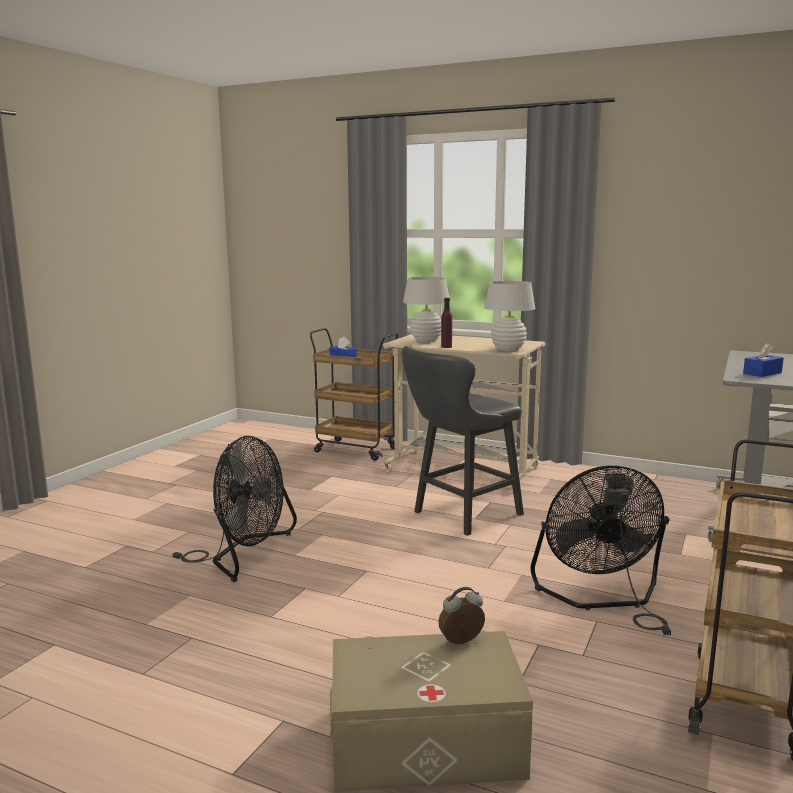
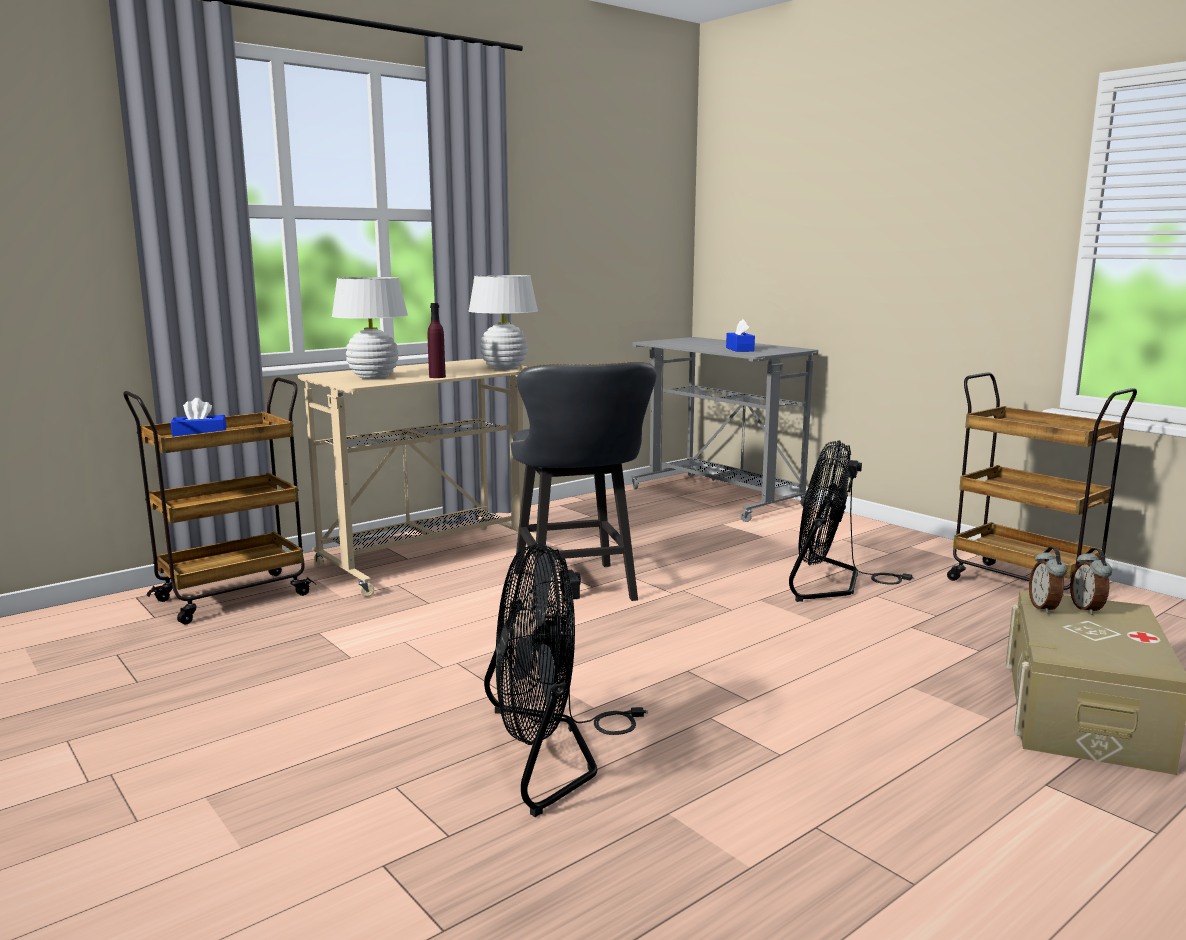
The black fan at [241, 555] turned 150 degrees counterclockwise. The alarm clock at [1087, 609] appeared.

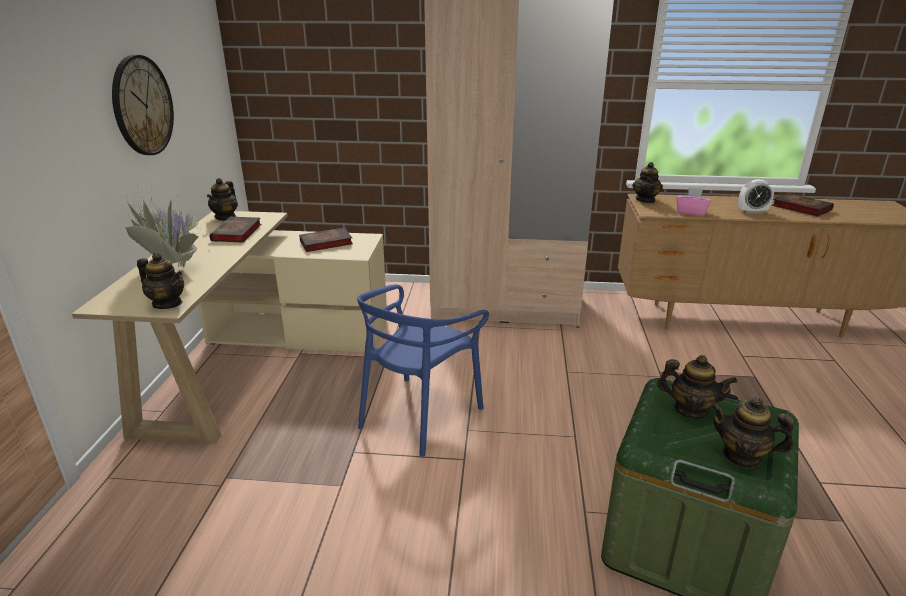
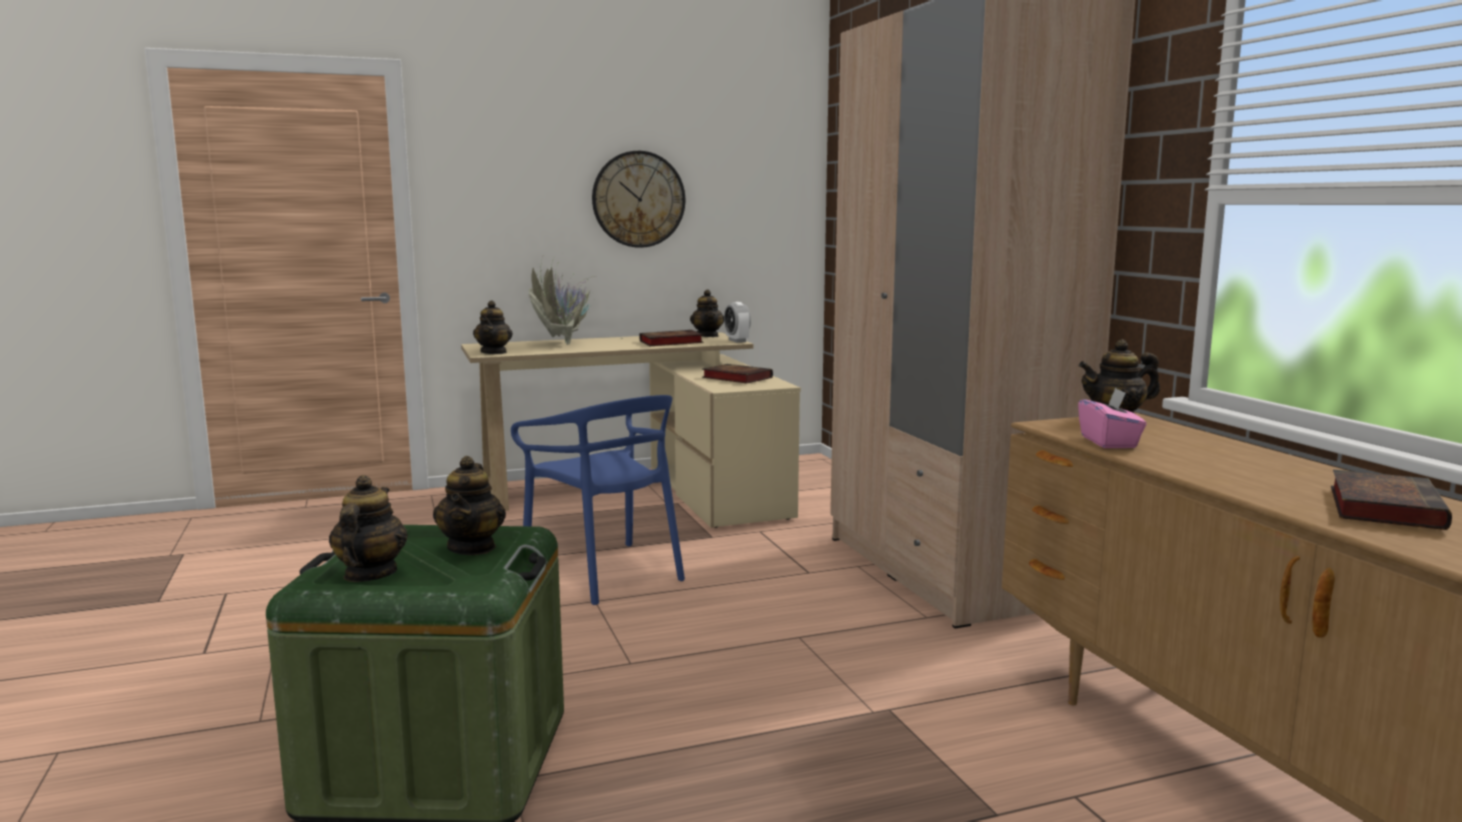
The teapot at [226, 217] turned 90 degrees counterclockwise. The blue chair at [419, 415] turned 135 degrees counterclockwise. The alarm clock moved from [752, 212] to [737, 341].

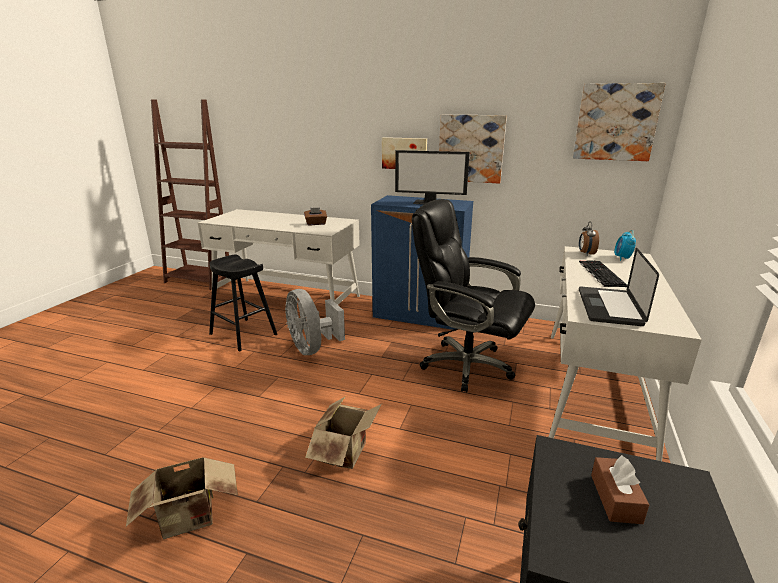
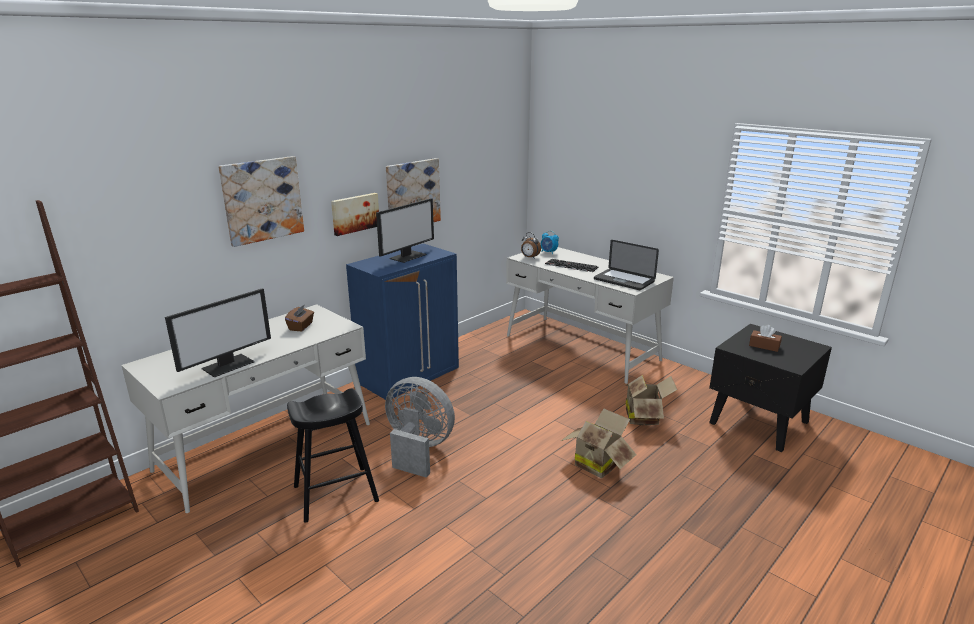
The cardboard box moved from [190, 519] to [644, 417]. The grey fan at [312, 348] turned 150 degrees counterclockwise. The black office chair at [469, 366] disappeared. The picture moved from [616, 122] to [262, 200]. The monitor at [228, 365] appeared.

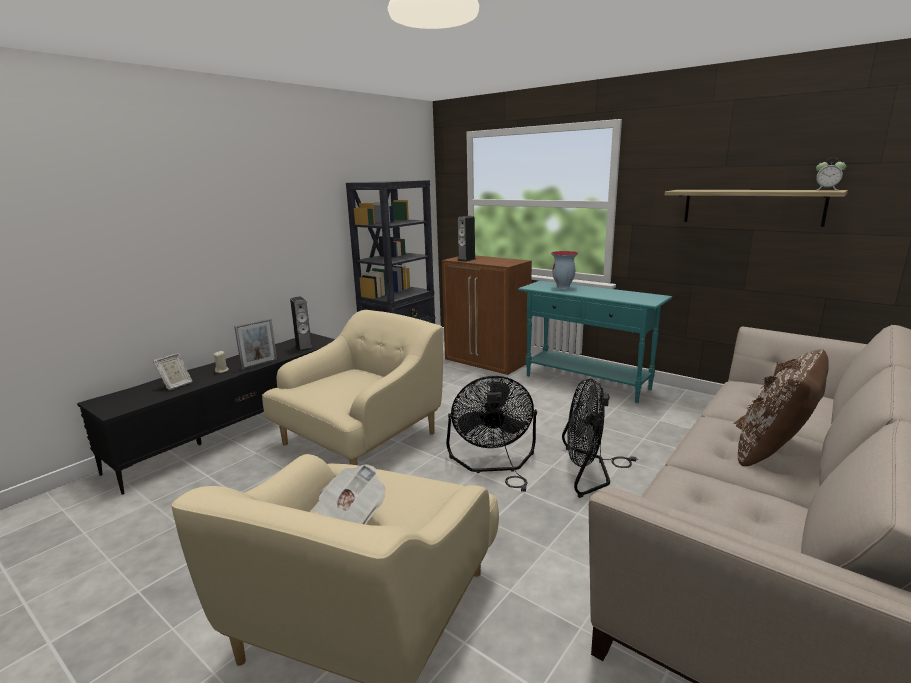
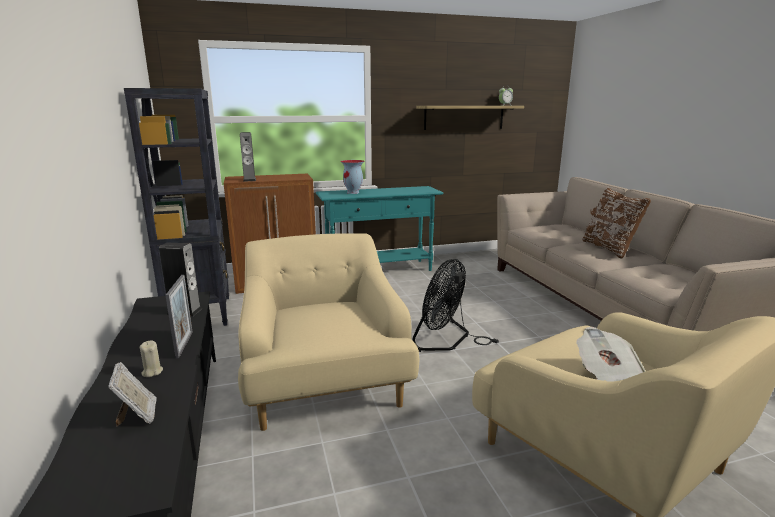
The black fan at [591, 469] disappeared.

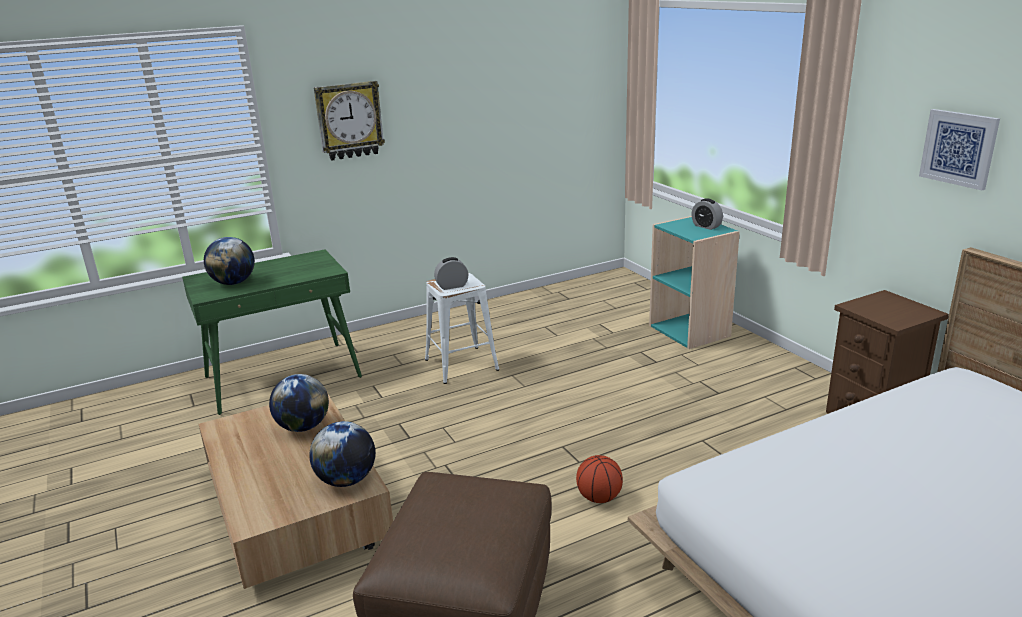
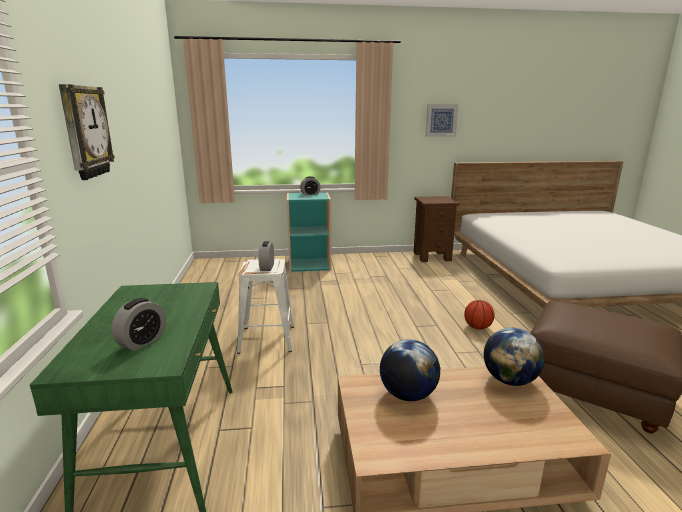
The globe at [233, 283] was replaced by the alarm clock at [142, 342].

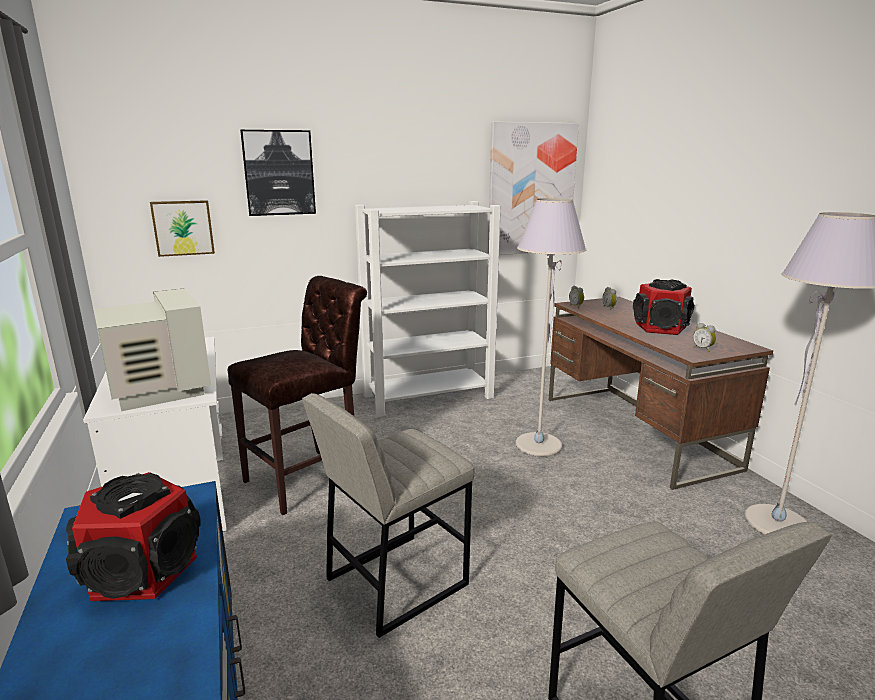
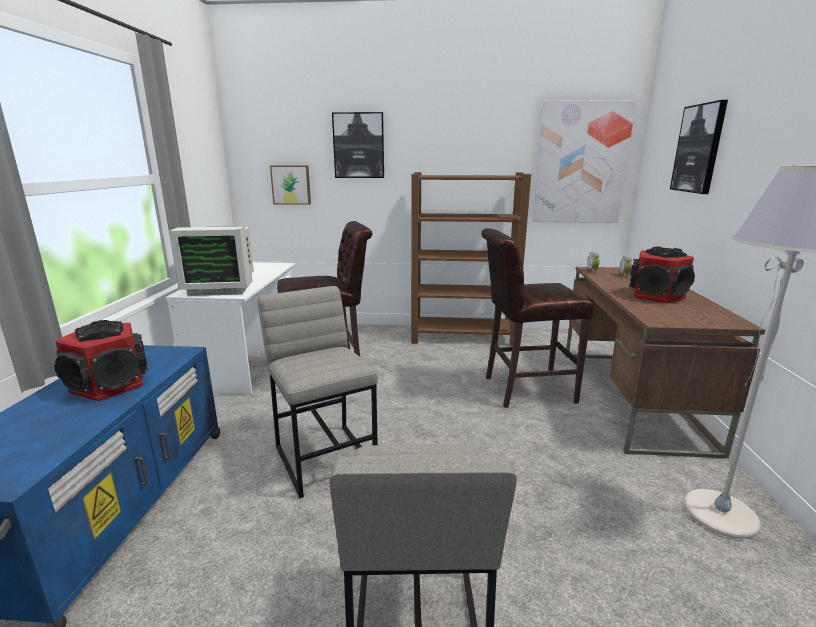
The monitor at [158, 390] turned 90 degrees clockwise. The grey chair at [394, 583] turned 75 degrees clockwise. The white bookcase at [428, 396] became the brown bookcase at [462, 336]. The grey floor lamp at [538, 445] was replaced by the brown stool at [523, 389]. The alarm clock at [703, 349] disappeared. The picture at [698, 148] appeared.

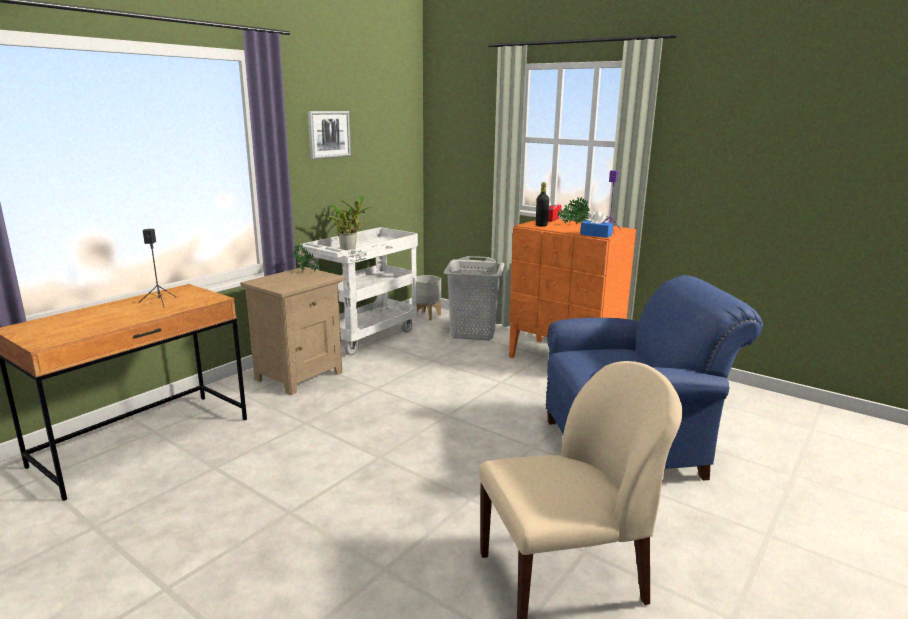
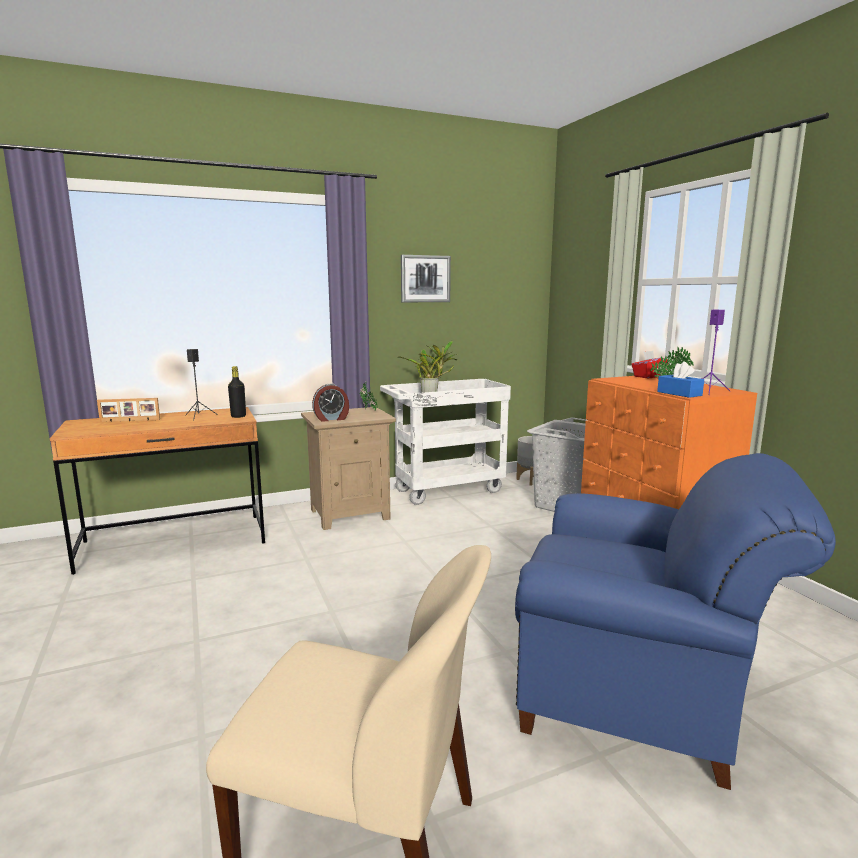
The black bottle moved from [541, 225] to [238, 416]. The picture frame at [130, 421] appeared. The alarm clock at [331, 419] appeared.

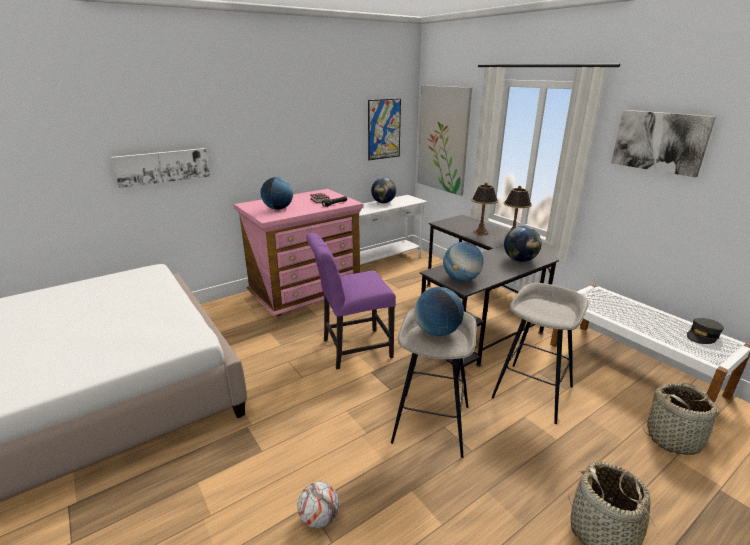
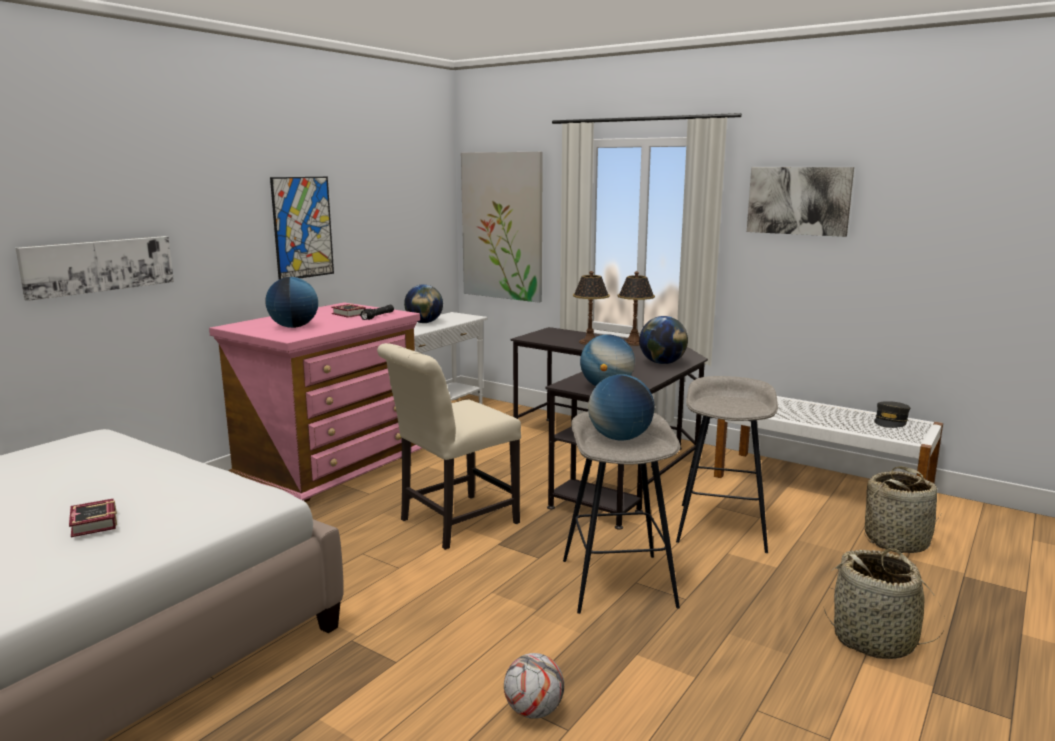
The purple chair at [352, 349] became the beige chair at [452, 523]. The picture moved from [384, 129] to [303, 227]. The book at [92, 524] appeared.

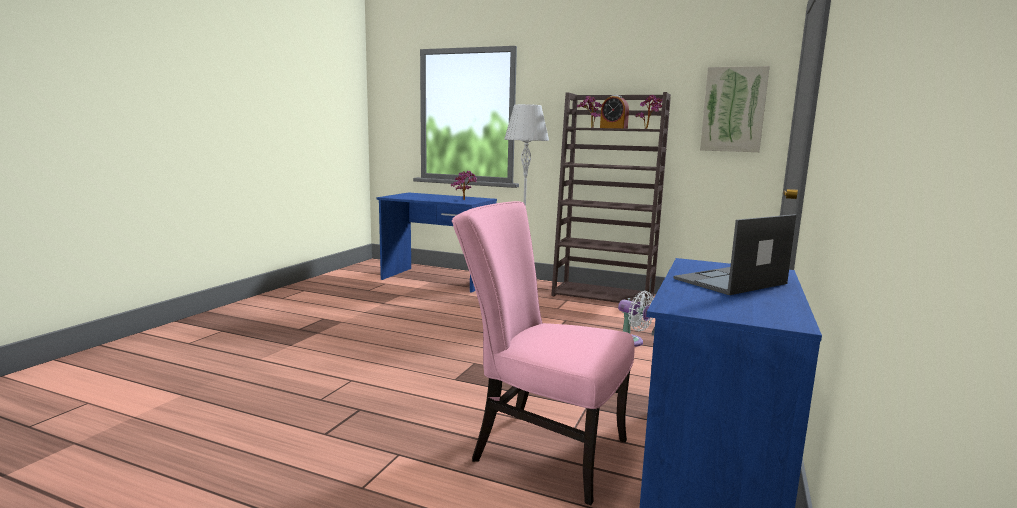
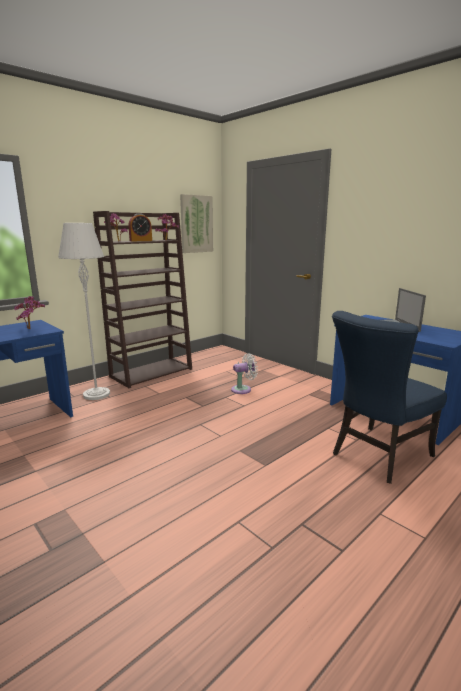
The pink chair at [540, 449] became the blue chair at [377, 456].

